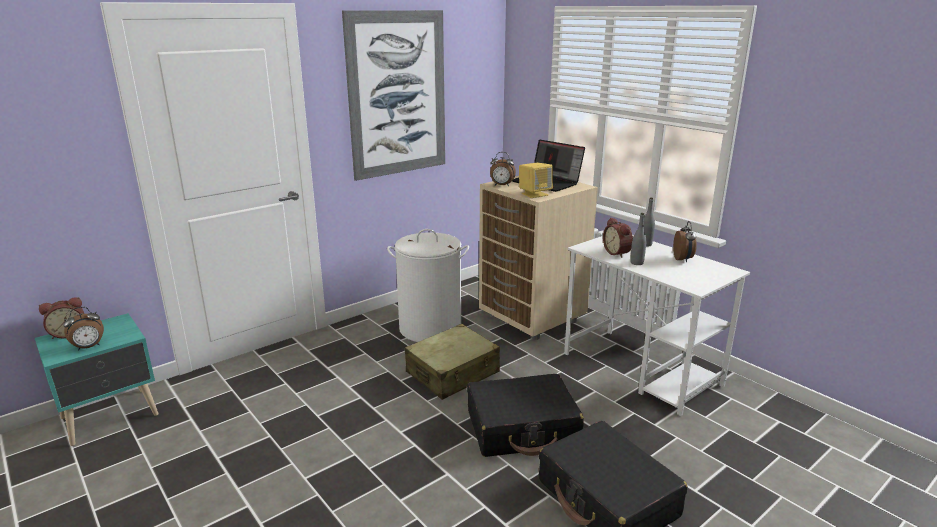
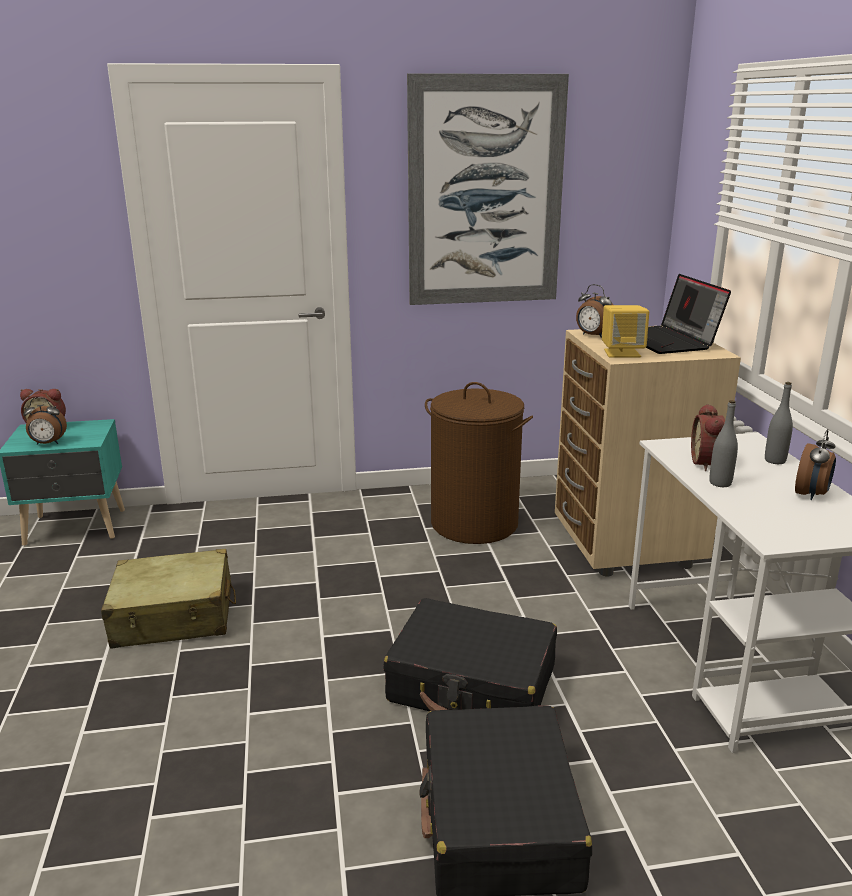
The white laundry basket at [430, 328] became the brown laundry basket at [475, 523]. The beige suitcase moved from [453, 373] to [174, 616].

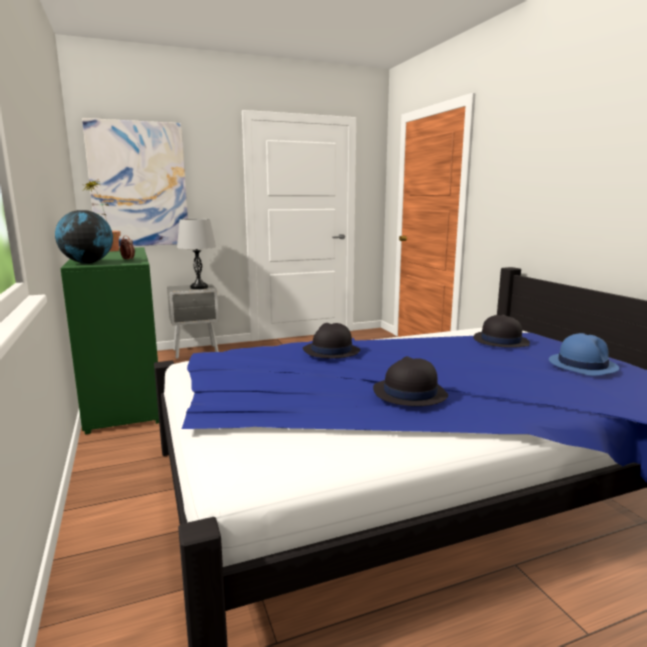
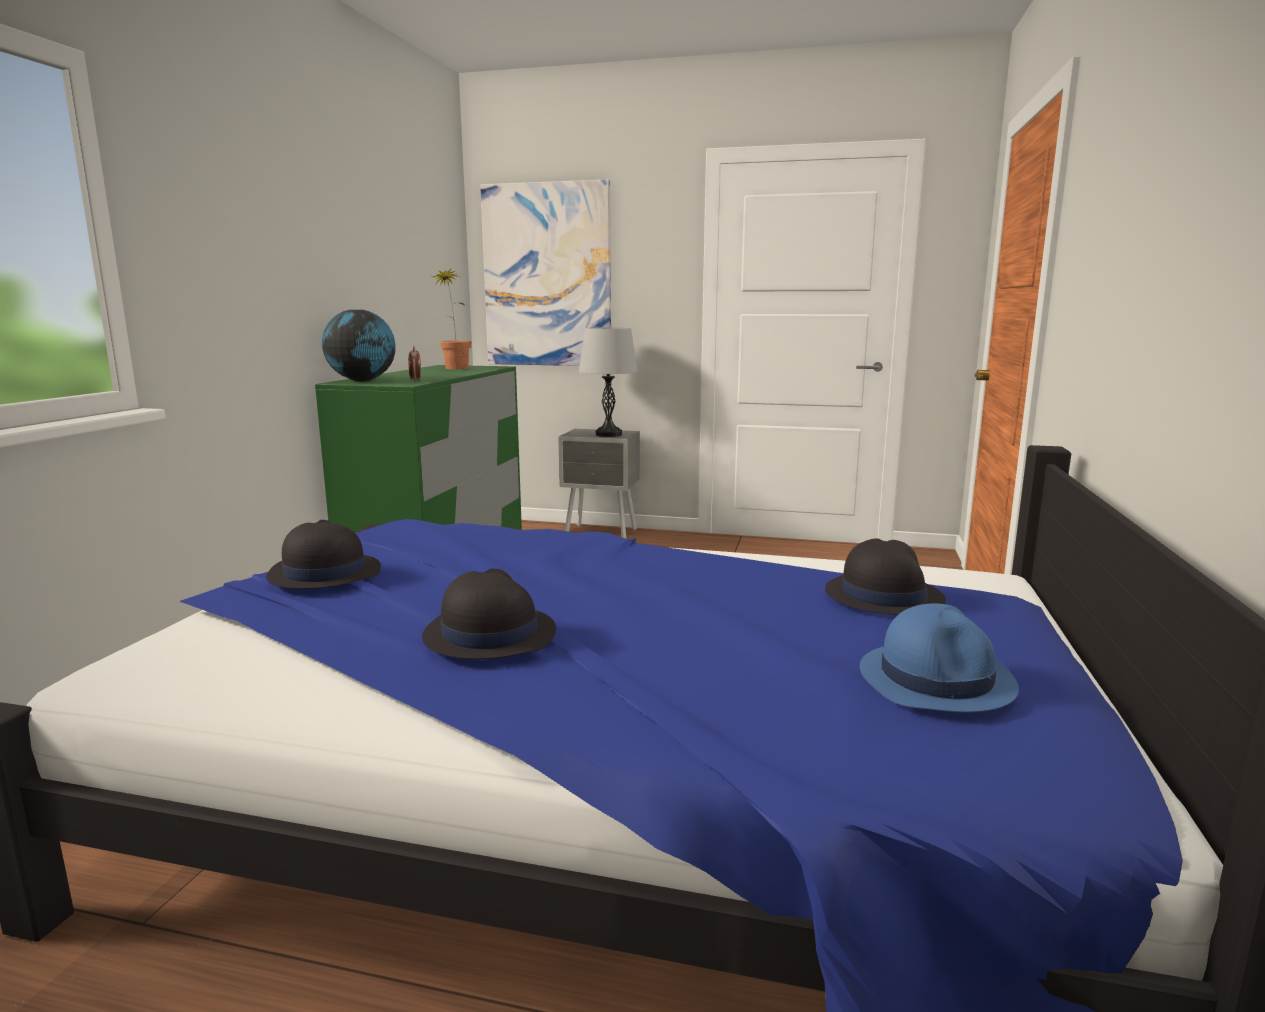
The black hat moved from [331, 351] to [323, 573].

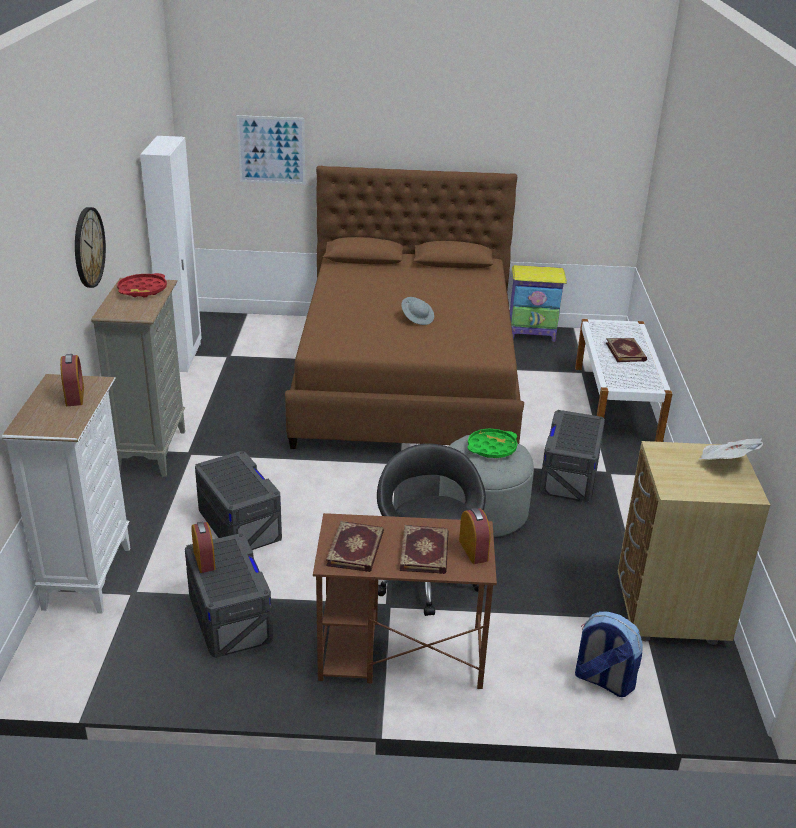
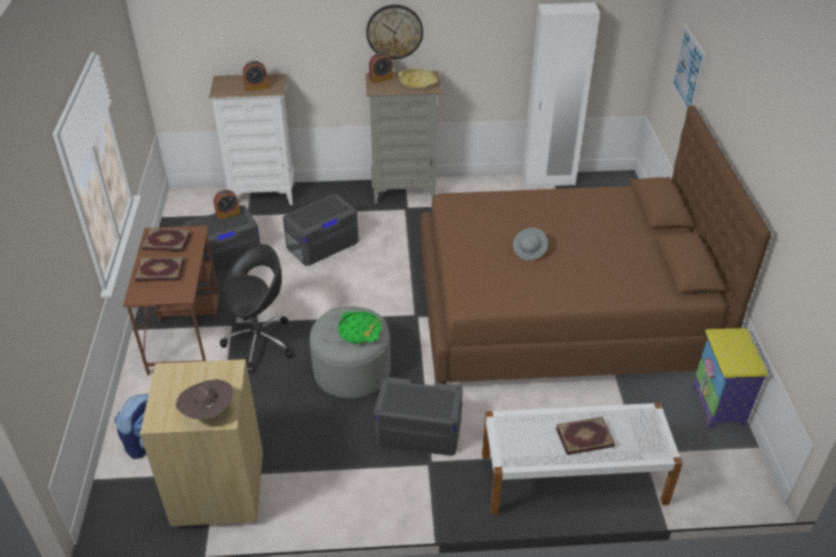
The red tray at [142, 290] became the yellow tray at [417, 82]. The alarm clock moved from [473, 550] to [381, 79]. The newspaper at [726, 462] was replaced by the brown hat at [208, 412].

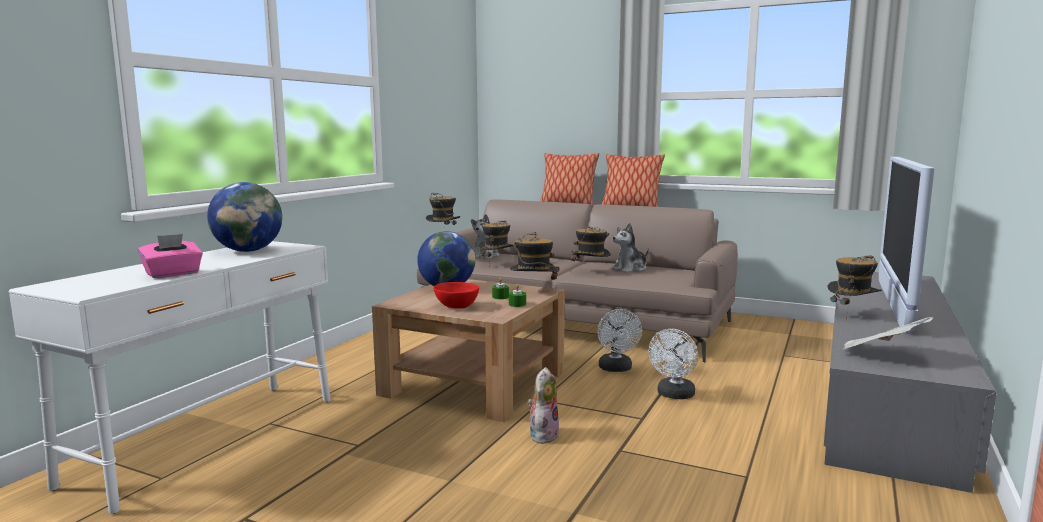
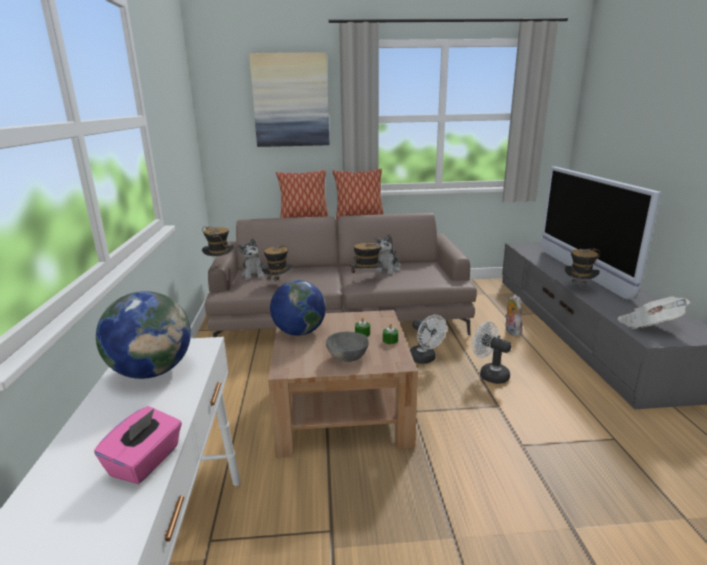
The red bowl at [456, 306] became the grey bowl at [346, 358]. The hat at [534, 291] disappeared. The plush toy moved from [543, 435] to [511, 331]. The white fan at [674, 395] turned 135 degrees clockwise. The picture at [291, 100] appeared.

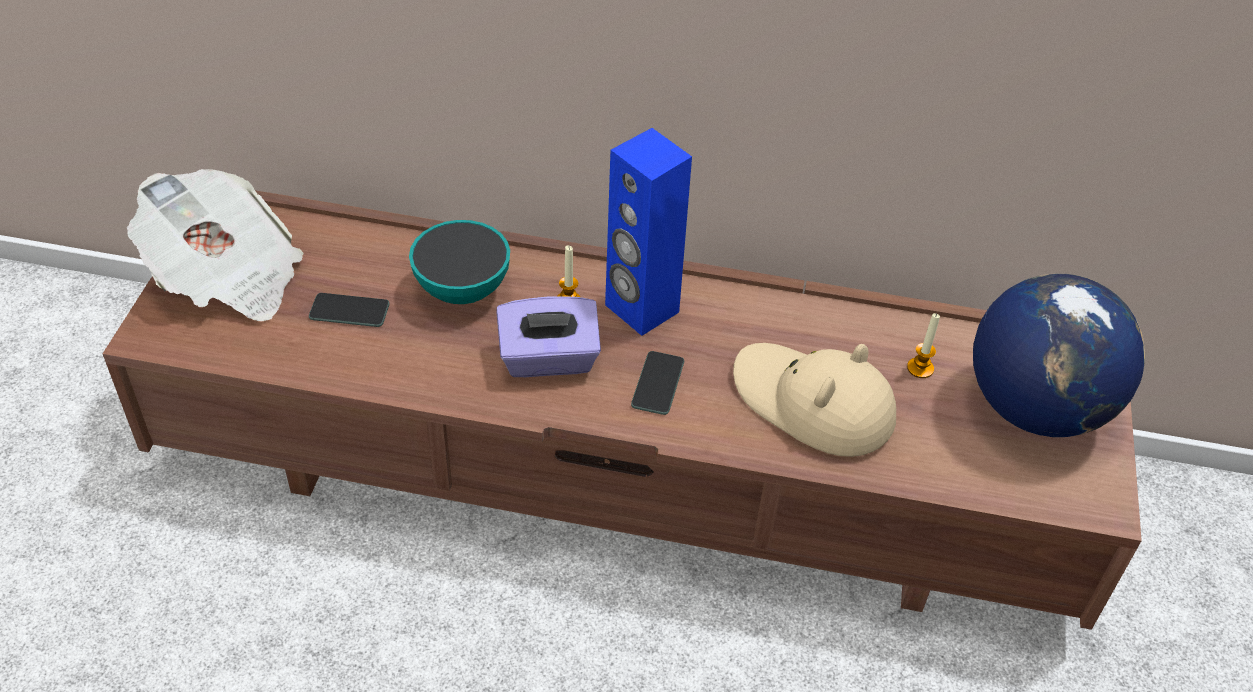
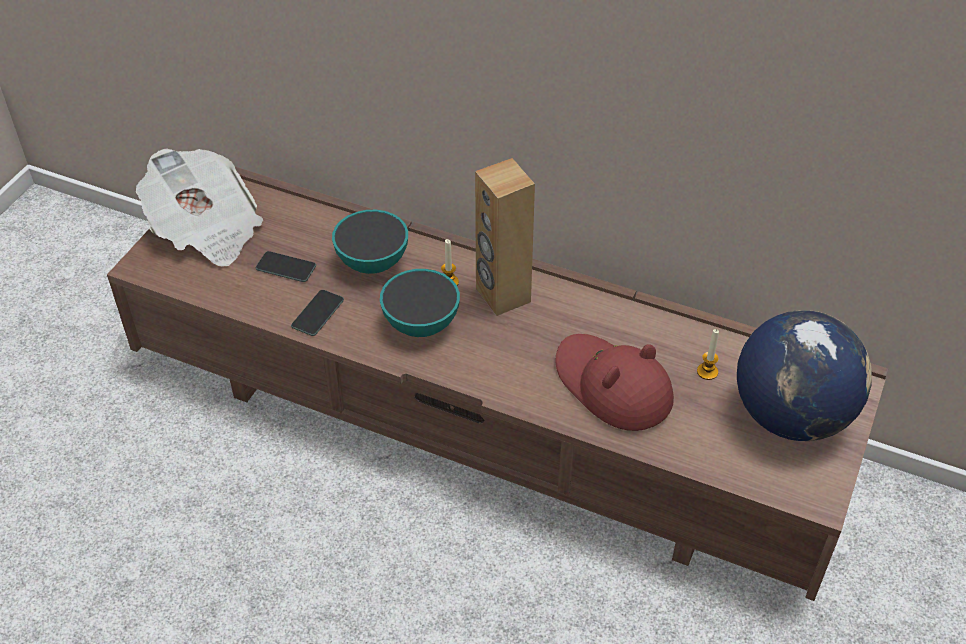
The purple tissue box at [549, 359] was replaced by the bowl at [421, 324]. The blue speaker at [641, 309] became the brown speaker at [502, 295]. The phone moved from [658, 383] to [317, 313]. The beige hat at [812, 403] became the red hat at [612, 386].

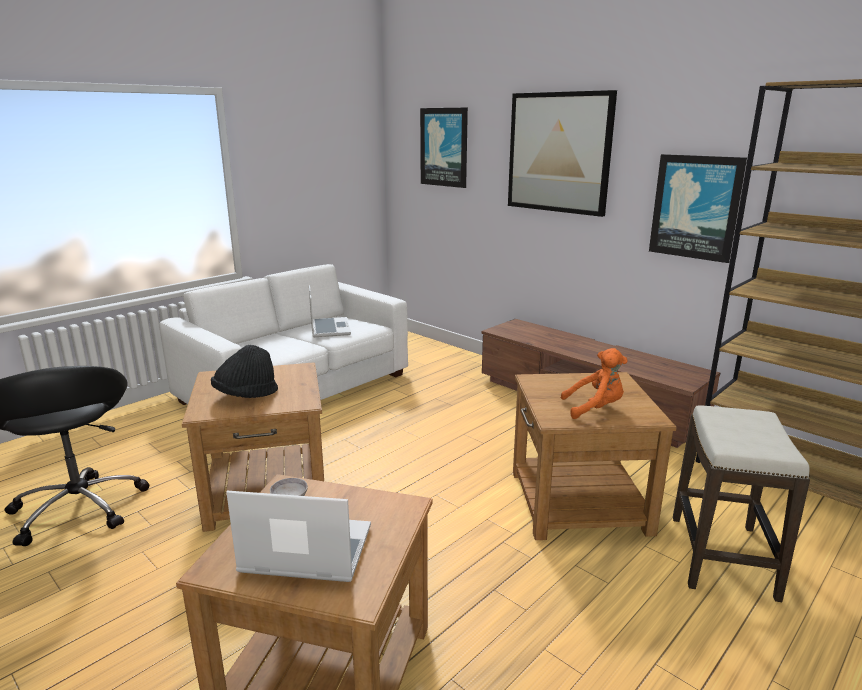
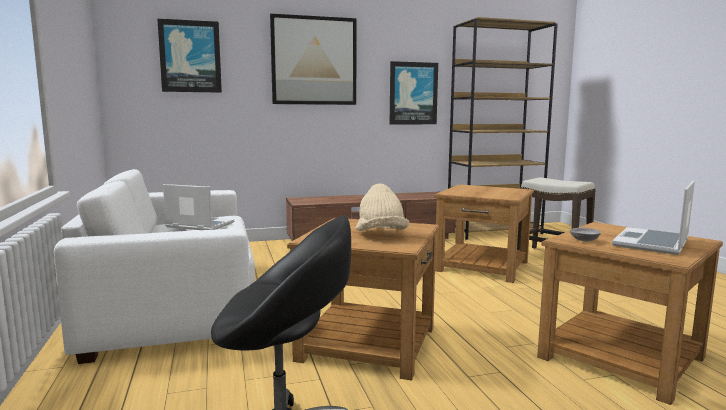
The black hat at [246, 395] became the beige hat at [381, 235]. The orange plush toy at [595, 408] disappeared.

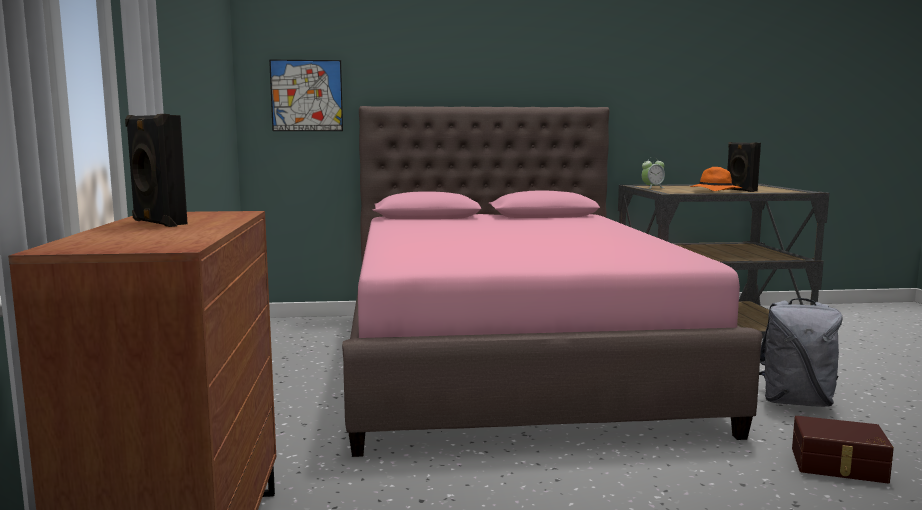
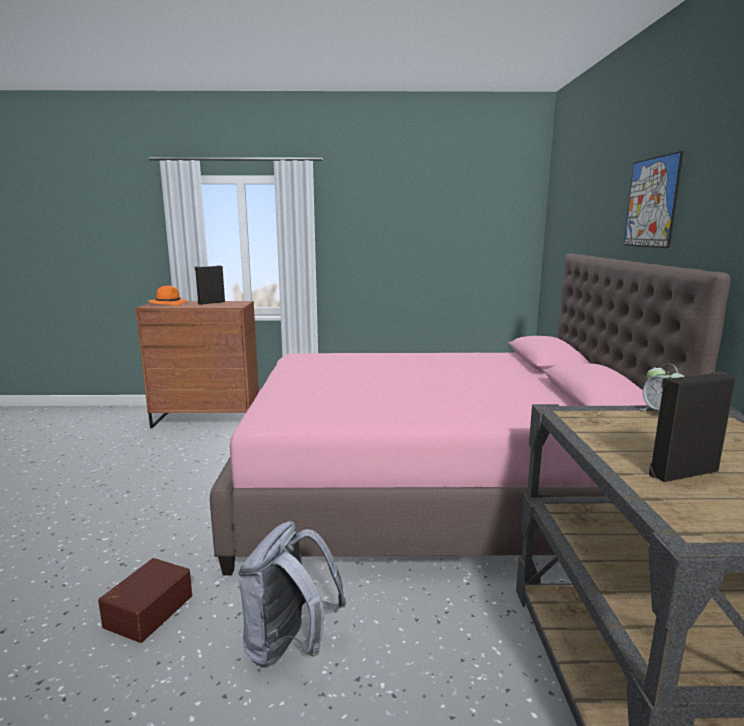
The picture moved from [306, 95] to [651, 202]. The orange hat moved from [714, 191] to [169, 303].

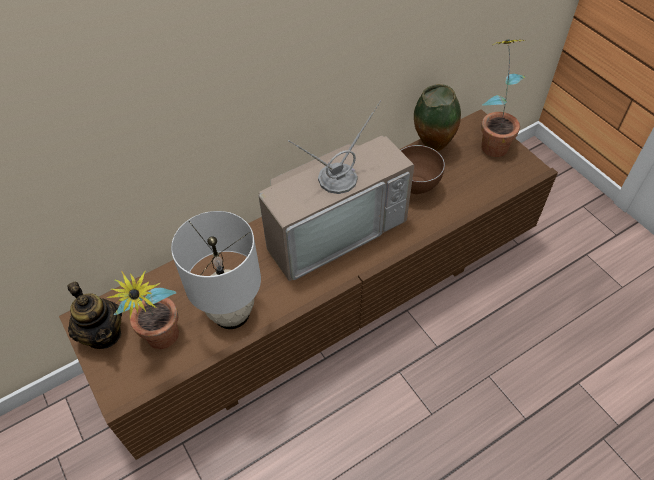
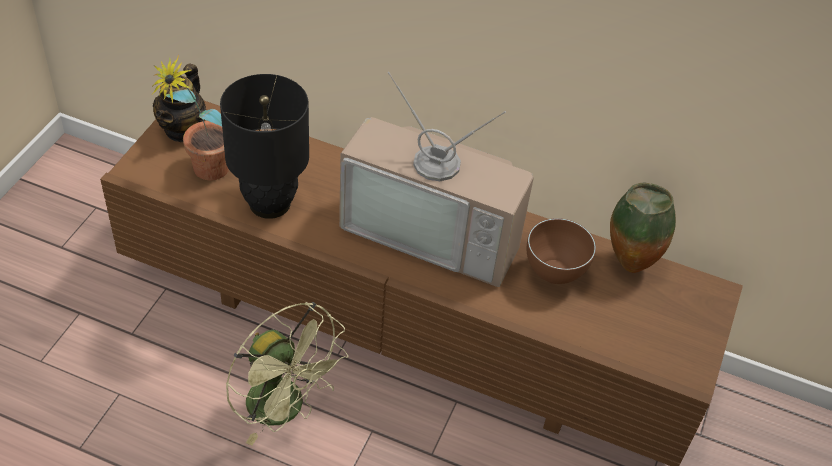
The white table lamp at [231, 313] became the black table lamp at [270, 203]. The potted plant at [492, 141] disappeared. The green fan at [285, 409] appeared.

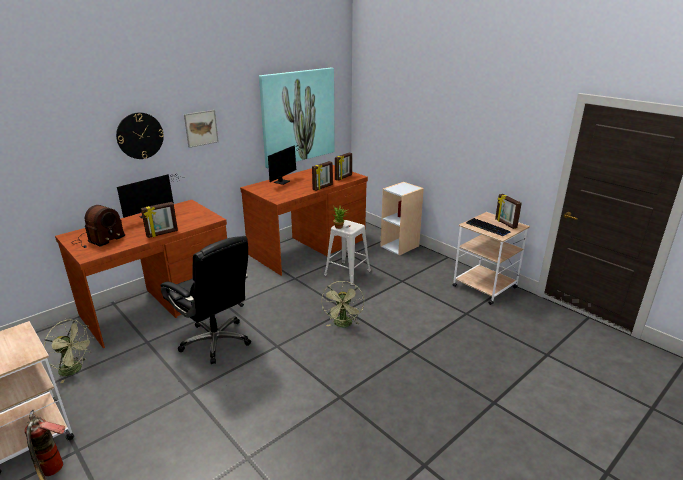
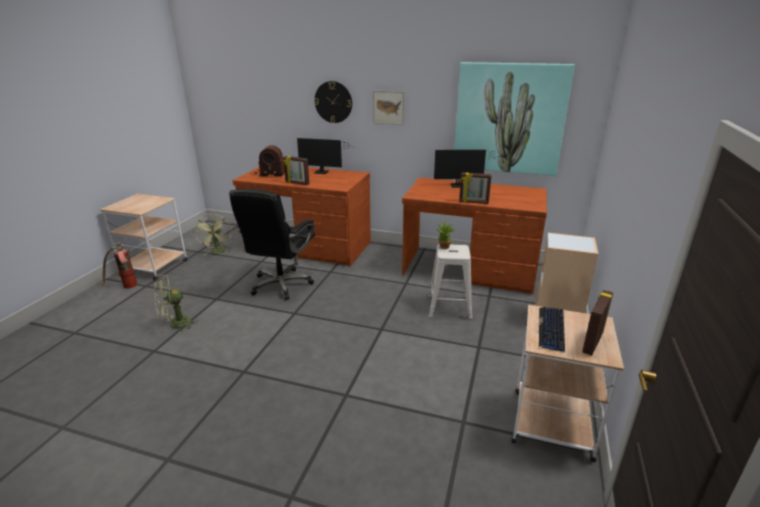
The green fan moved from [343, 325] to [175, 324]. The picture frame at [343, 177] disappeared.

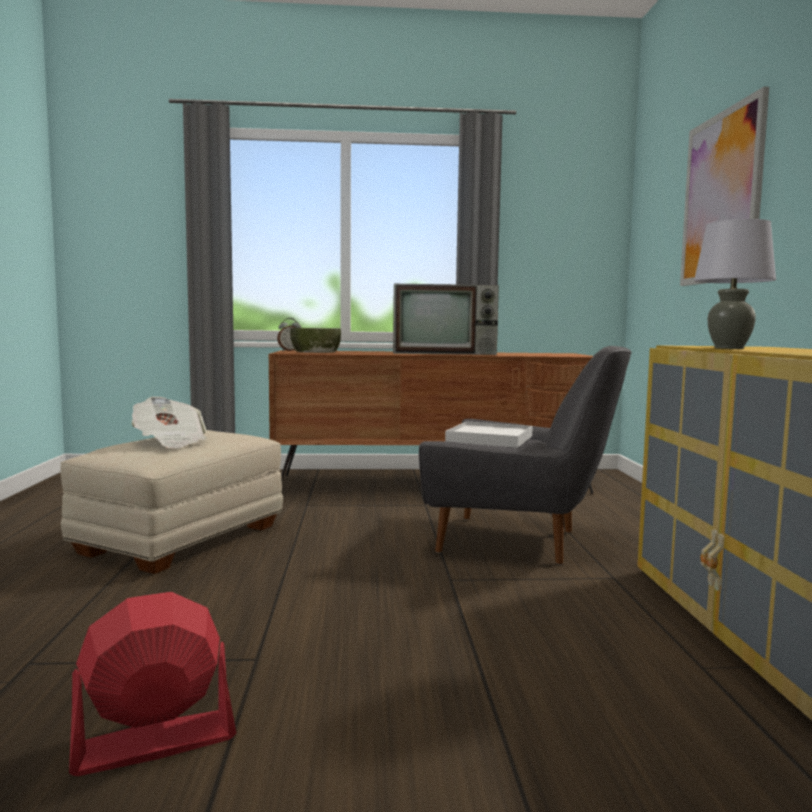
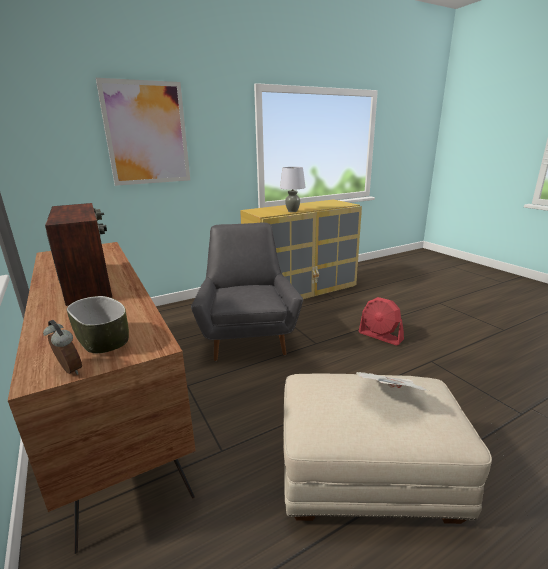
The red fan moved from [154, 742] to [380, 336]. The white tray at [490, 439] disappeared.

